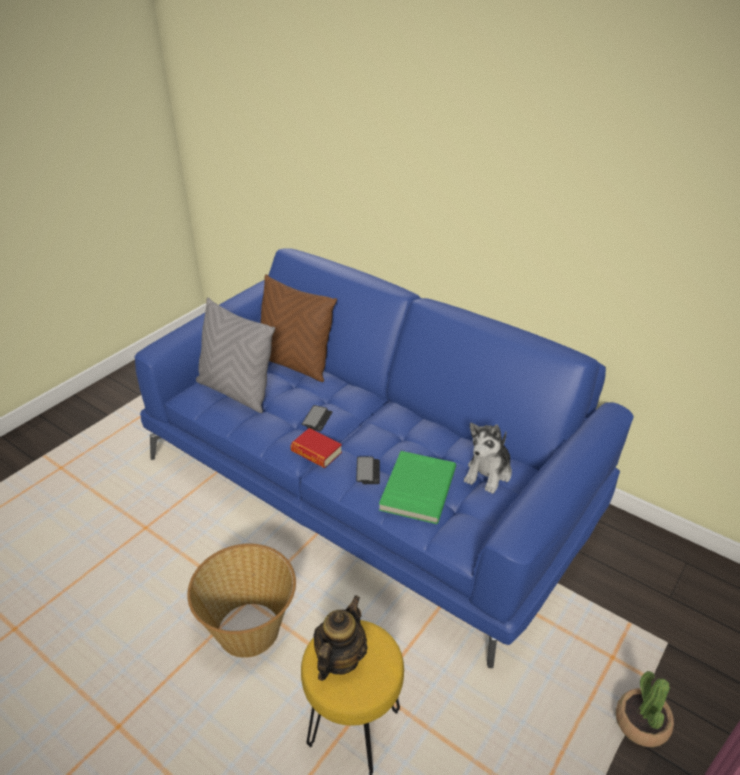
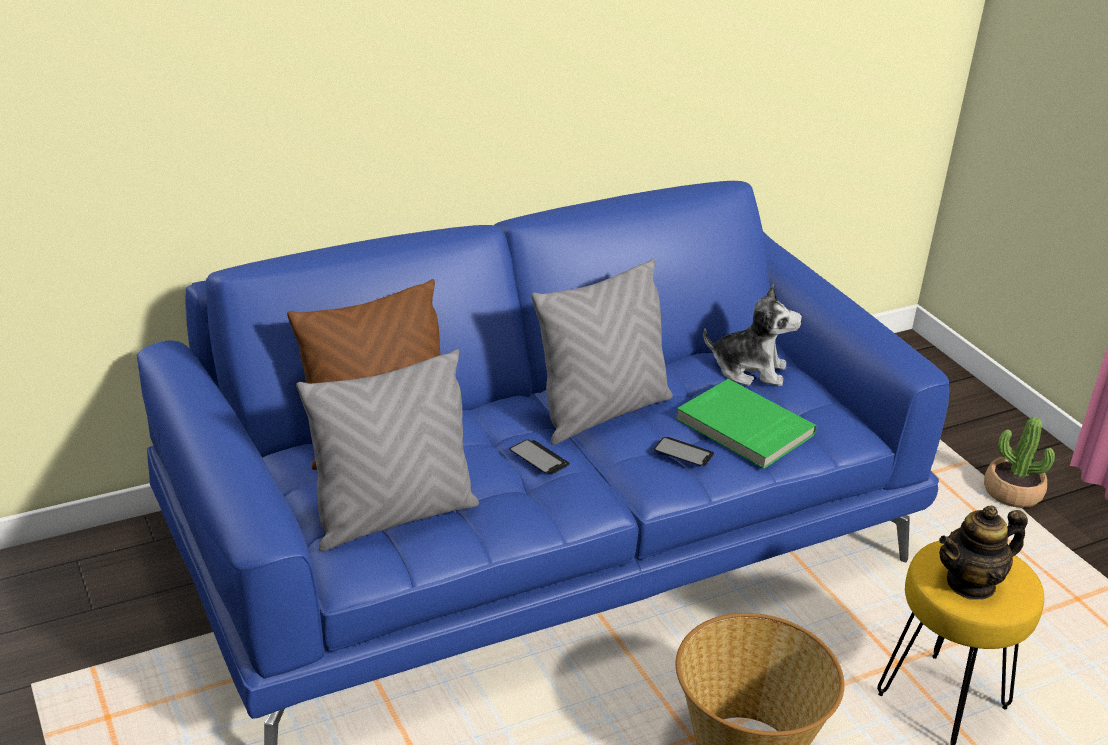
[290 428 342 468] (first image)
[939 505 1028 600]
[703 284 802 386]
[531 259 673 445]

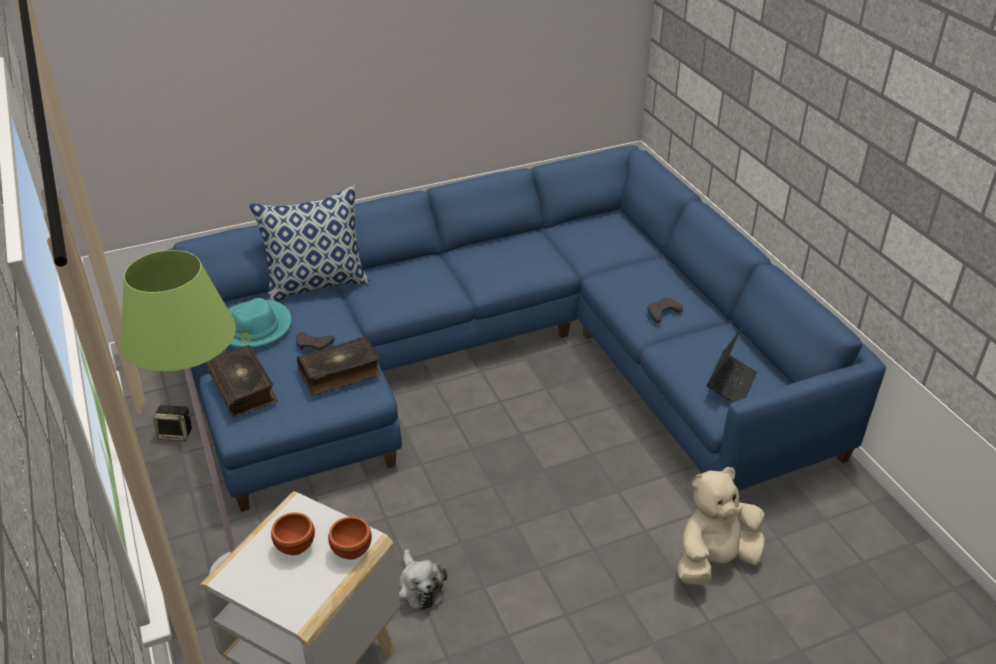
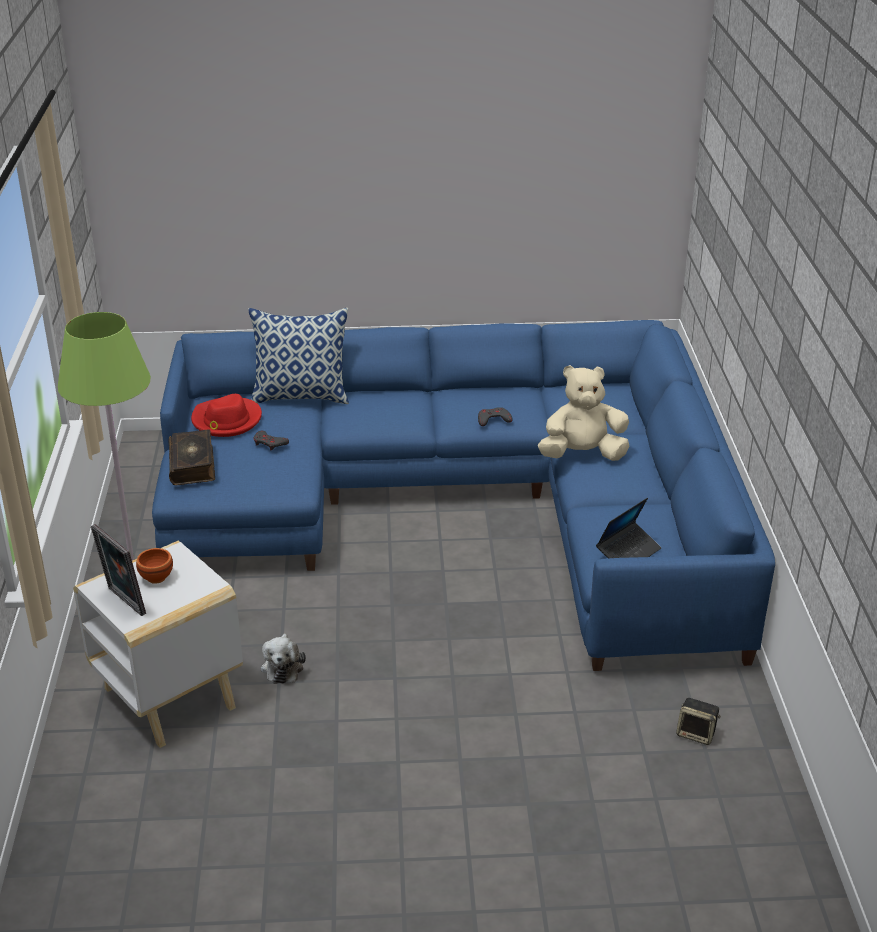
[676 698 721 745]
[191 394 262 437]
[297 337 381 396] (first image)
[328 516 372 560] (first image)
[478 407 512 426]
[538 365 629 461]
[91 524 146 616]

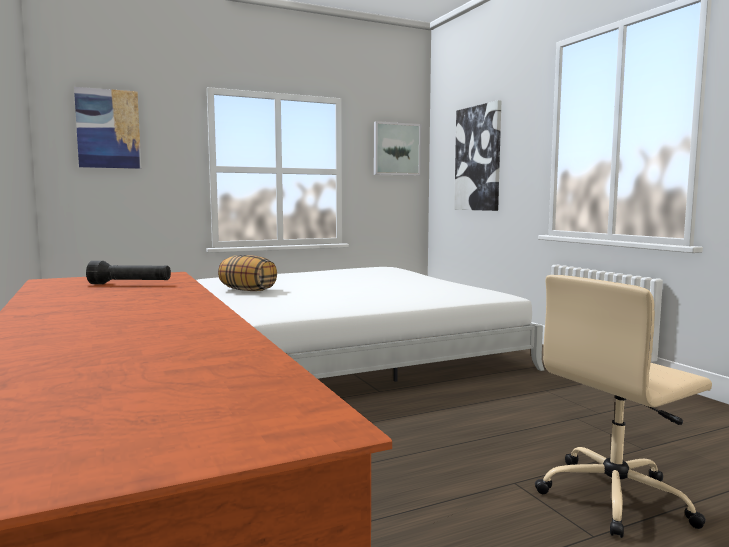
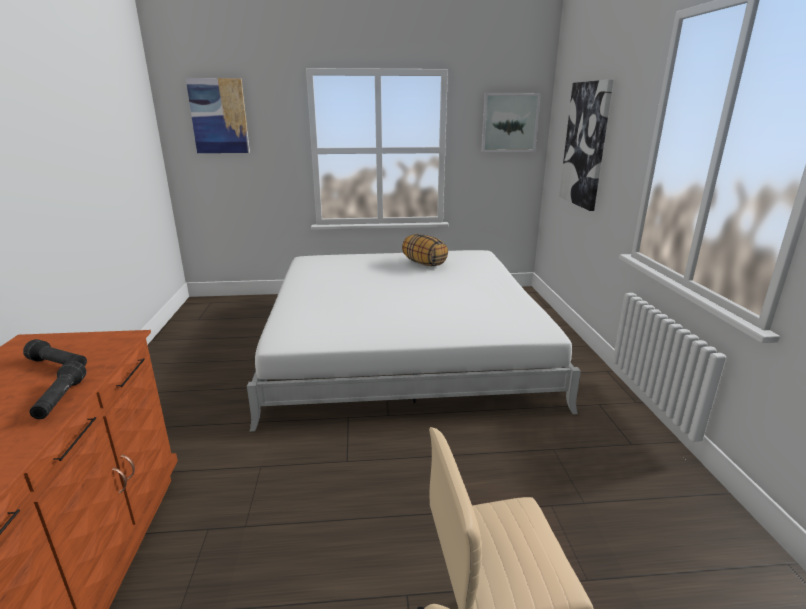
[402 234 448 266]
[29 361 87 419]

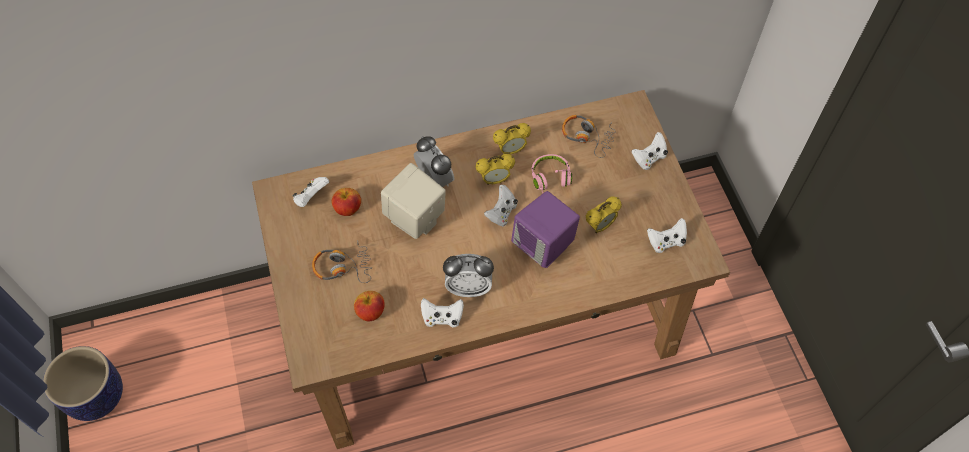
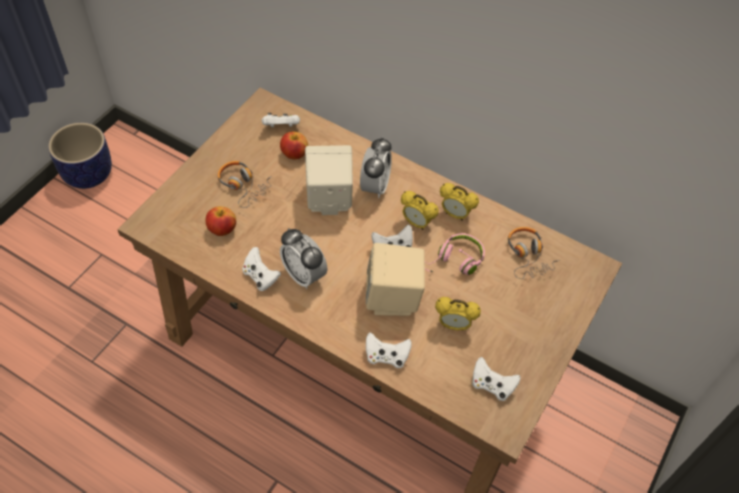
[366 243 425 316]
[366 332 412 368]

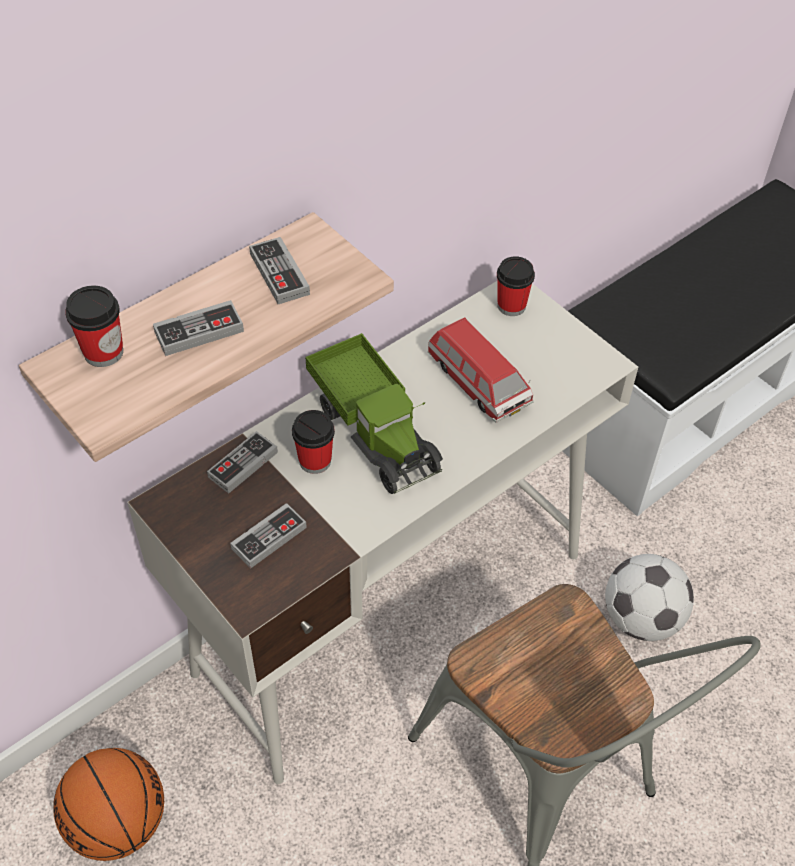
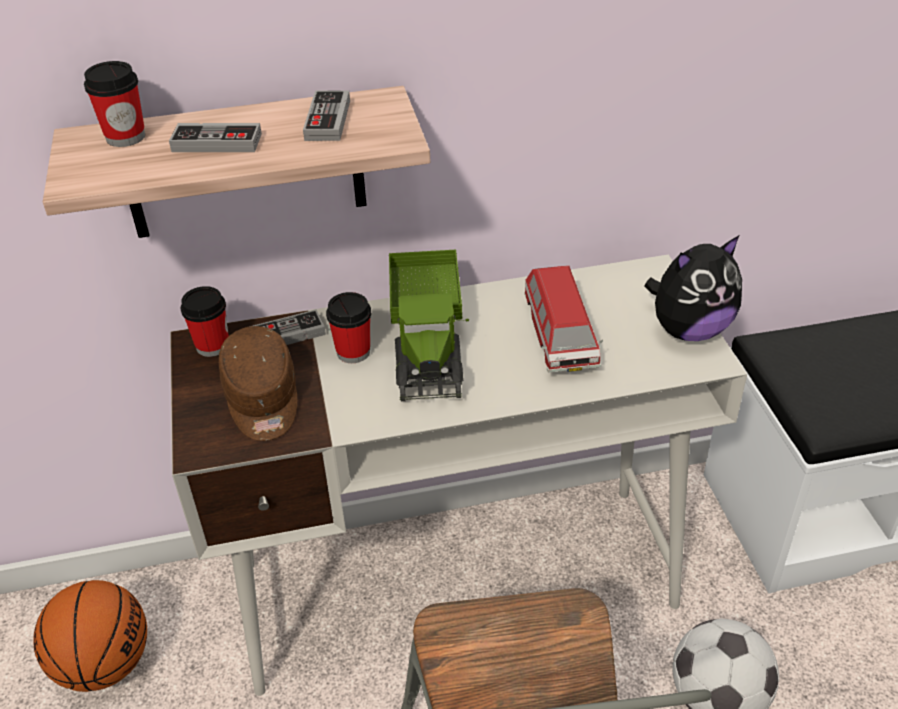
[219 326 297 441]
[181 286 229 357]
[644 235 742 341]

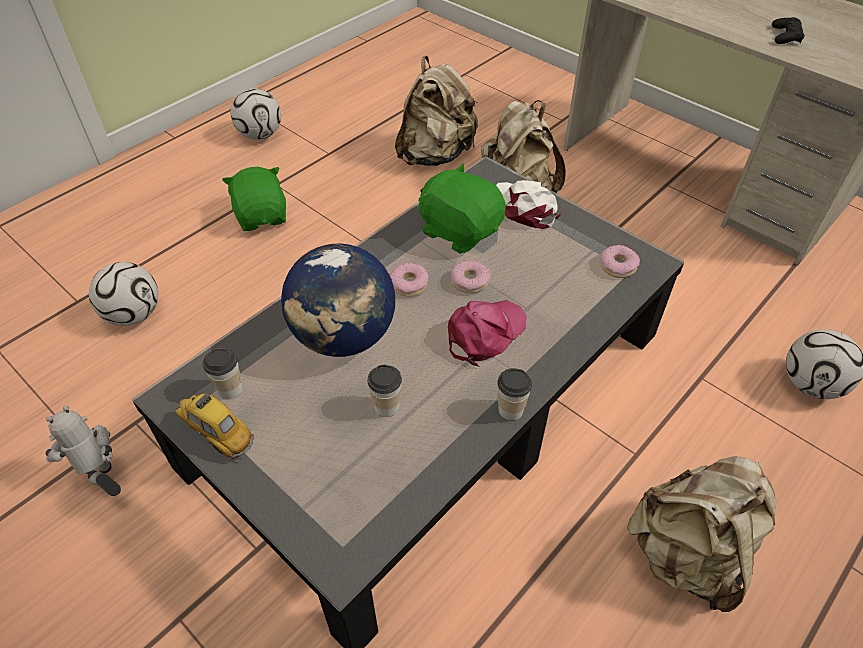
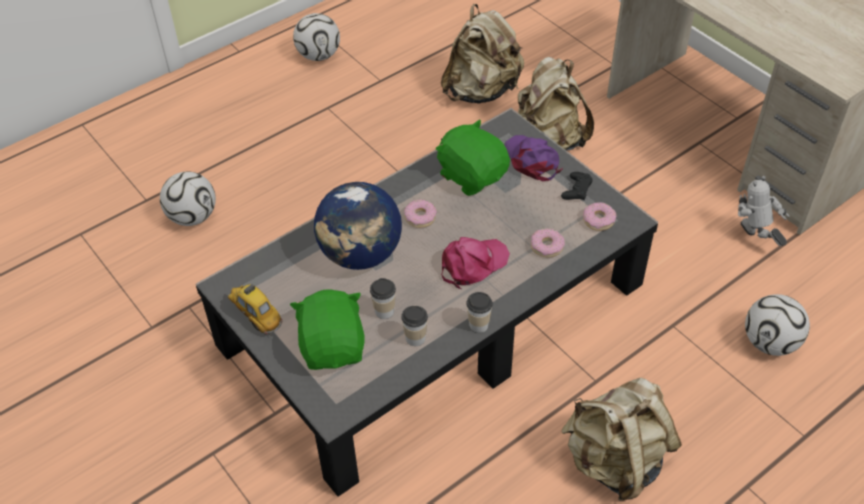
[738 176 790 246]
[401 306 428 346]
[290 289 364 370]
[531 228 565 257]
[504 135 563 181]
[561 172 593 200]

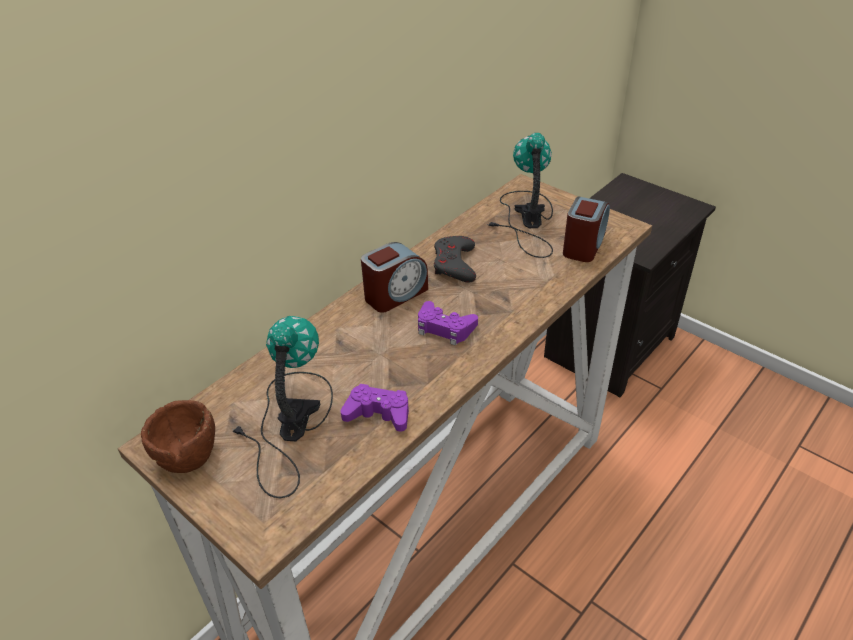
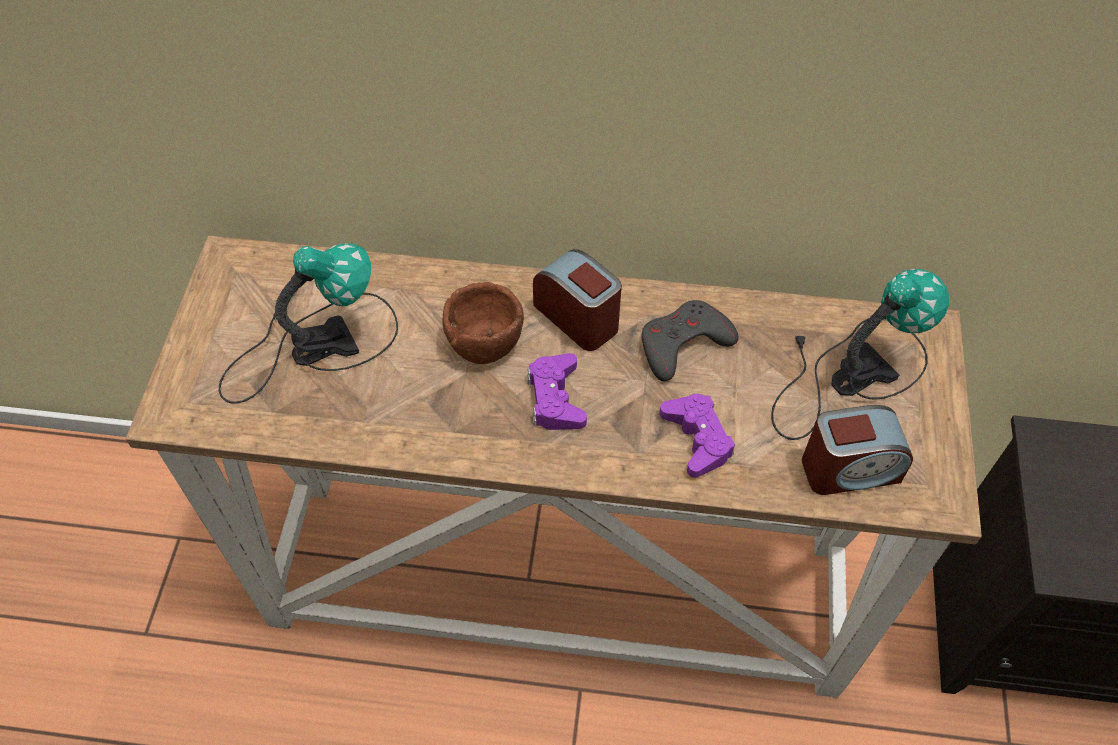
[442 282 524 364]
[659 394 735 478]
[533 249 622 351]

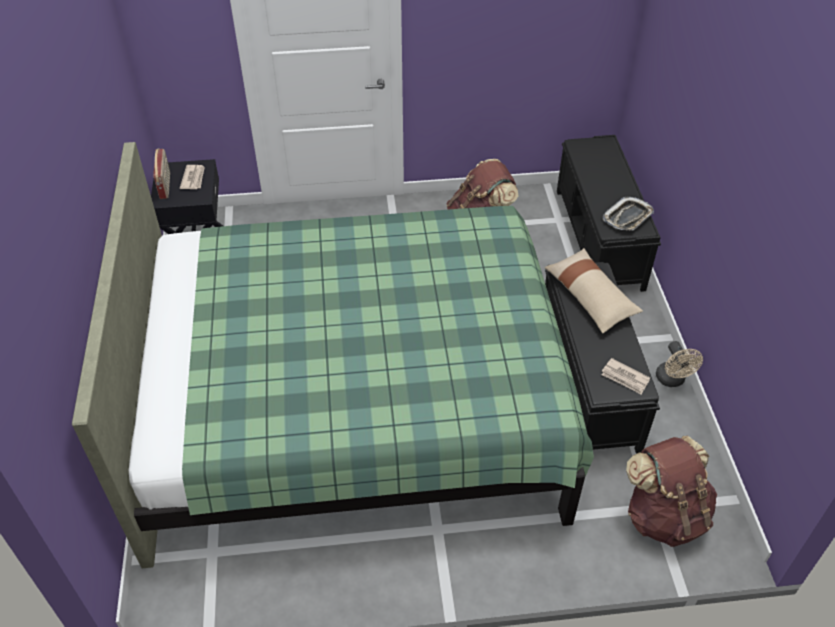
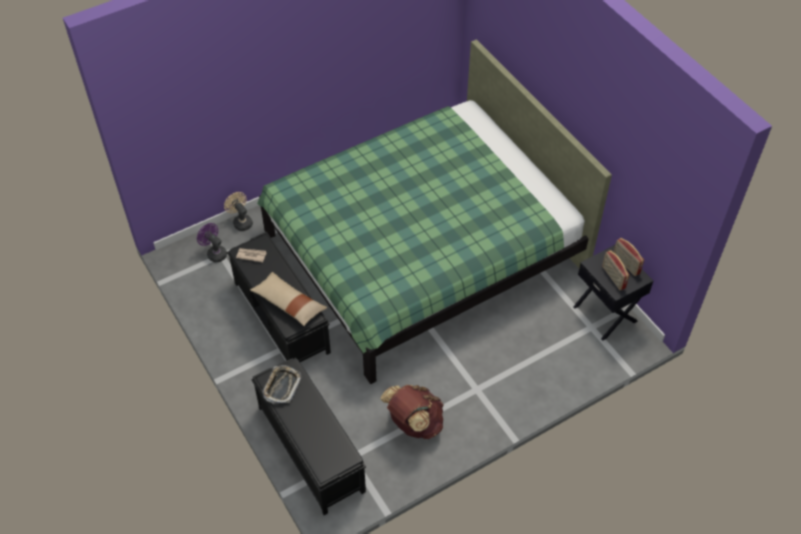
[602 250 630 290]
[197 223 227 262]
[224 192 253 231]

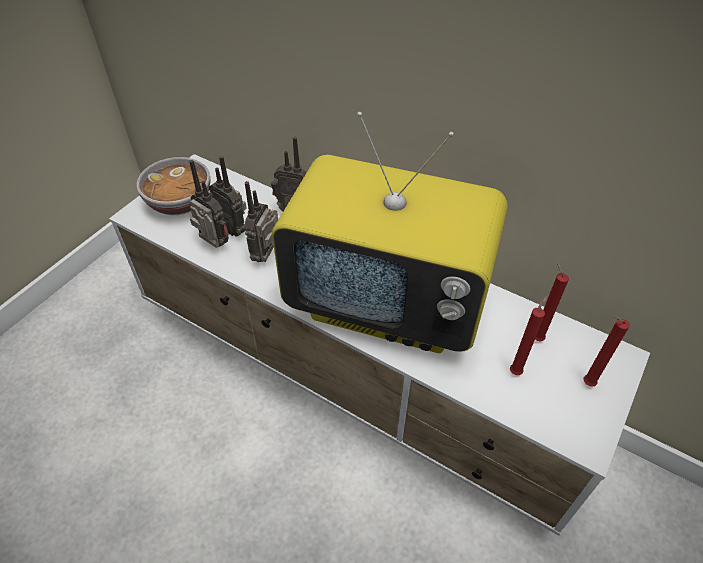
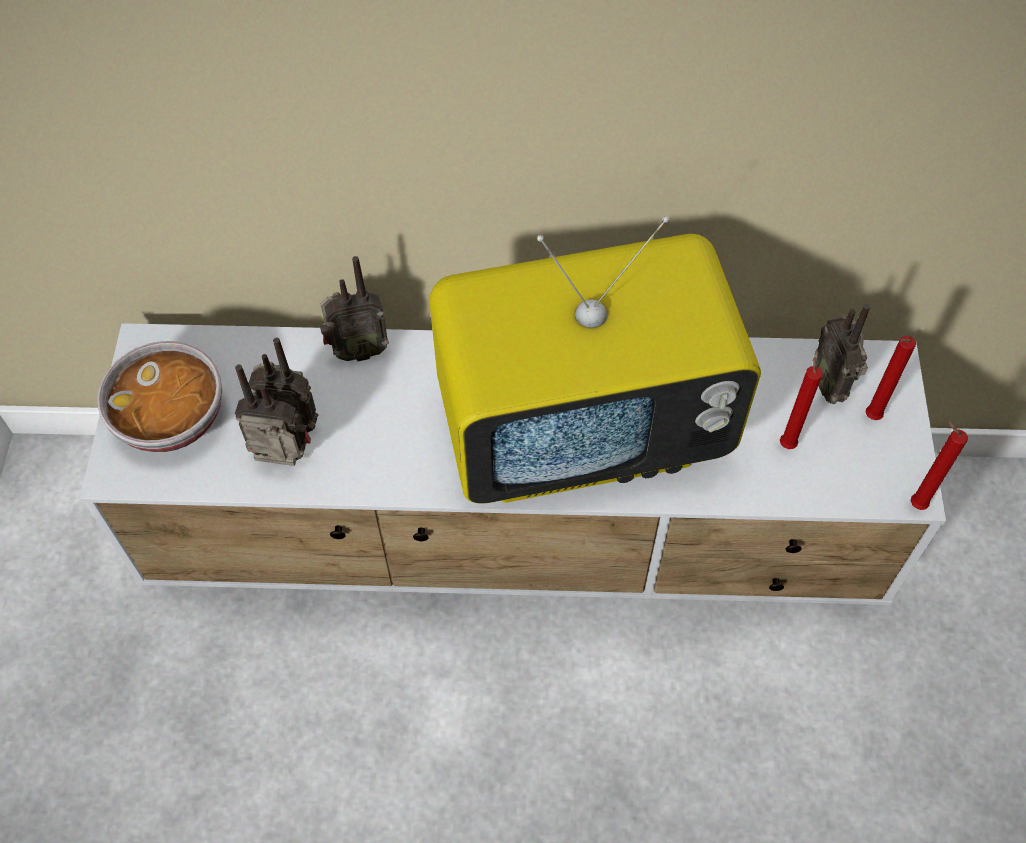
[814 304 870 404]
[911 421 968 510]

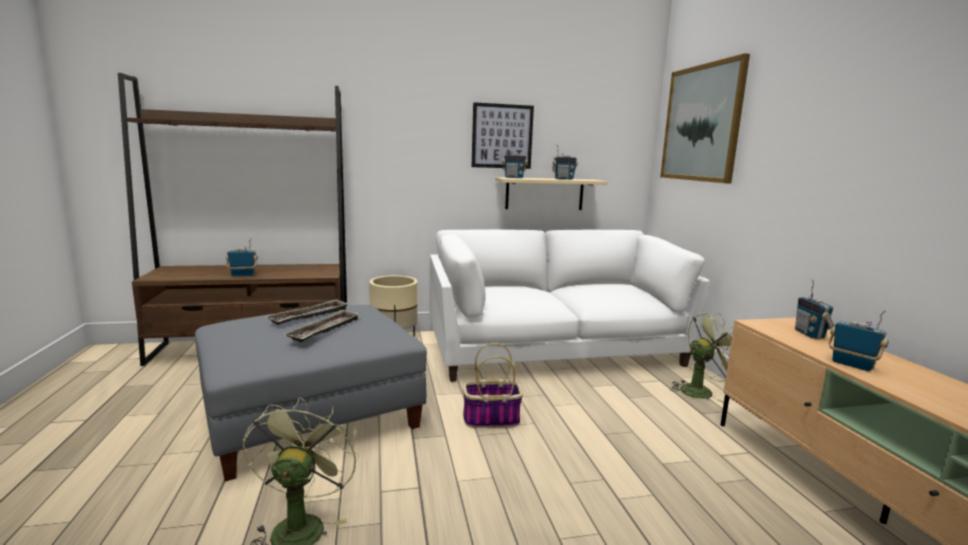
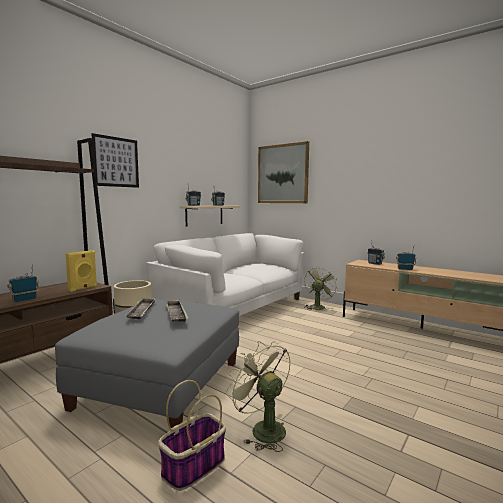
[158 380 226 491]
[91 133 139 188]
[65 250 97 292]

